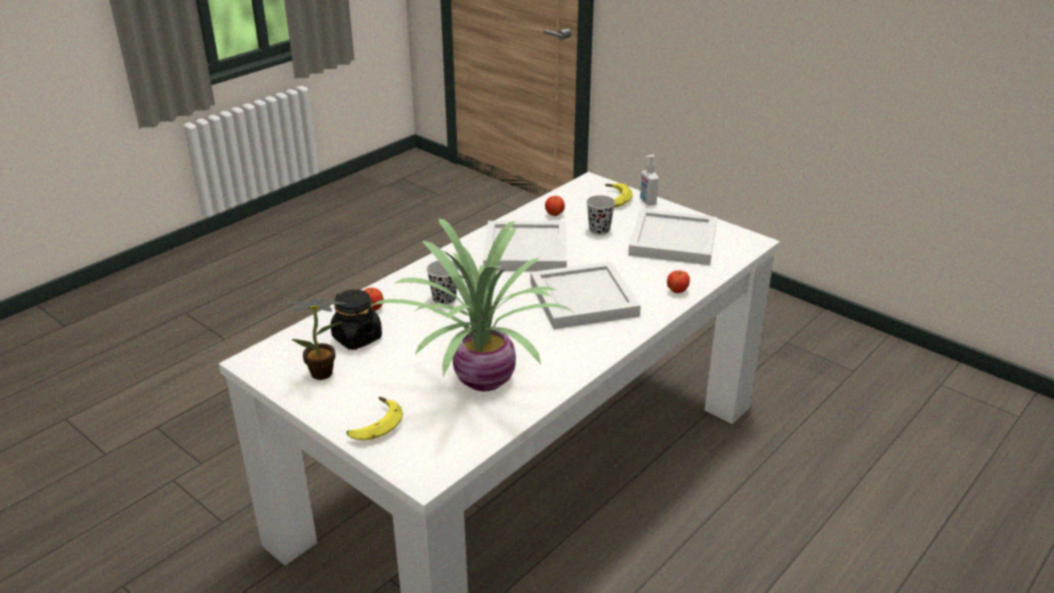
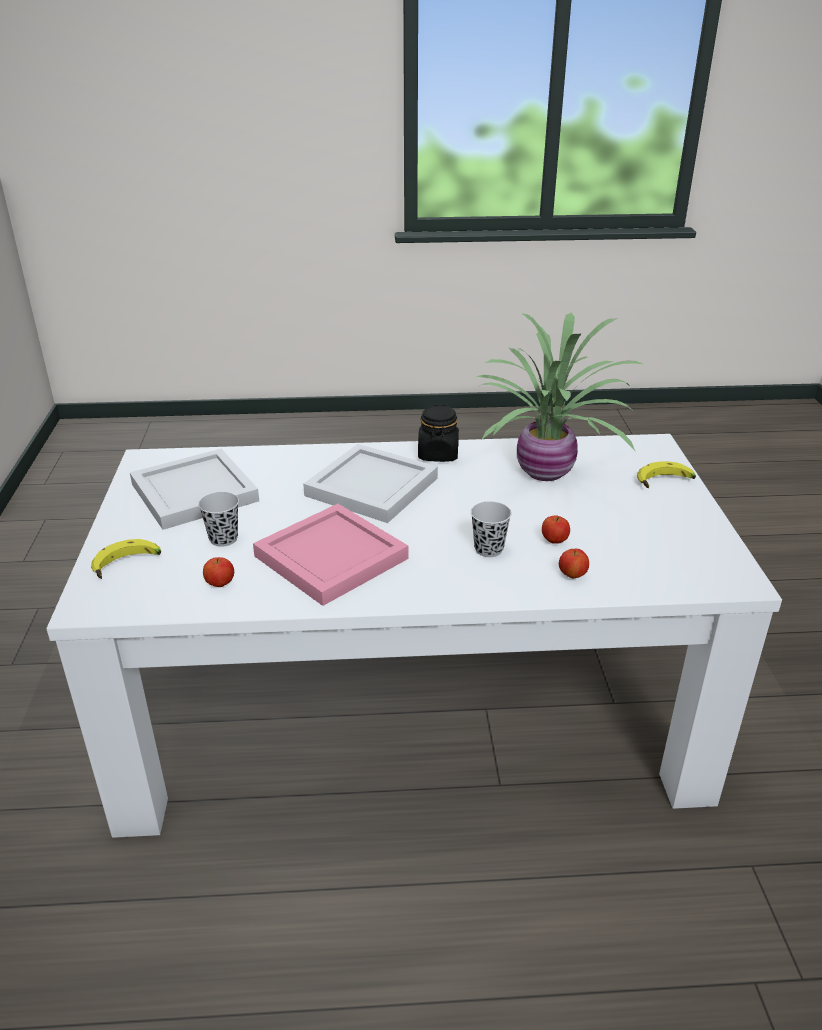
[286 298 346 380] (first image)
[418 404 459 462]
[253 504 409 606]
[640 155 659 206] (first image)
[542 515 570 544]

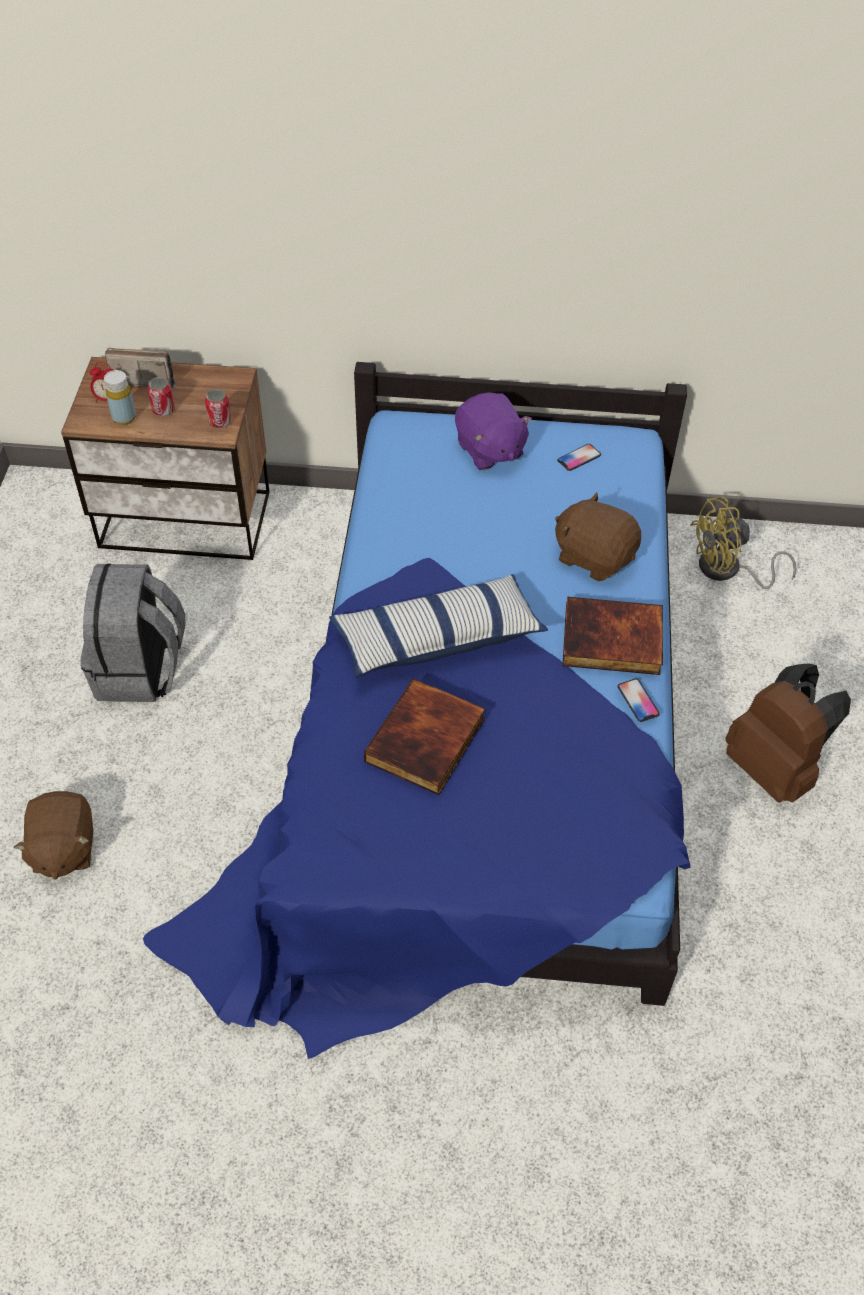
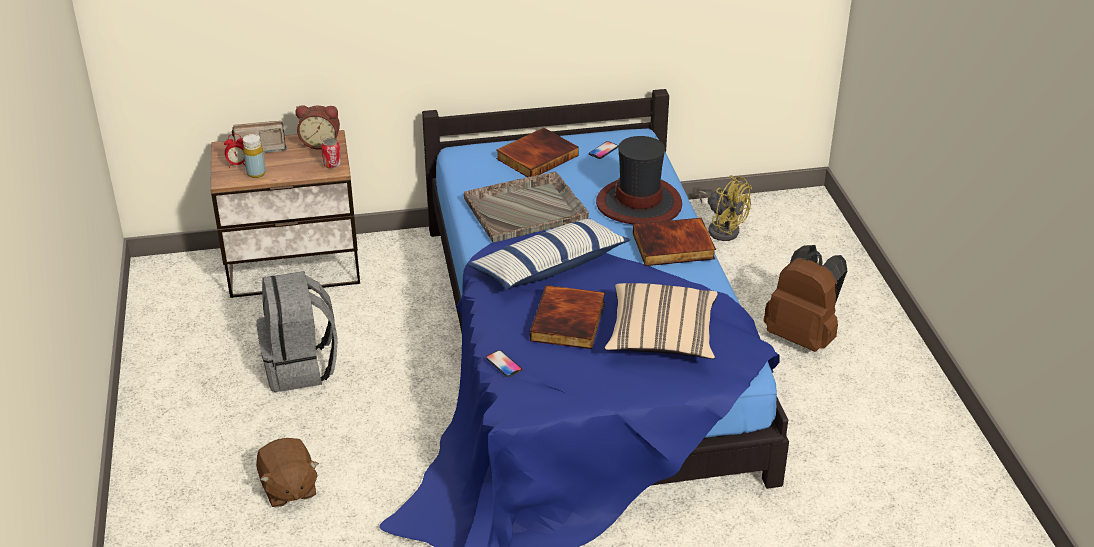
[148 377 175 416] (first image)
[496 128 579 177]
[596 136 682 224]
[486 350 523 377]
[698 175 752 241]
[296 105 340 150]
[464 171 589 242]
[605 283 718 359]

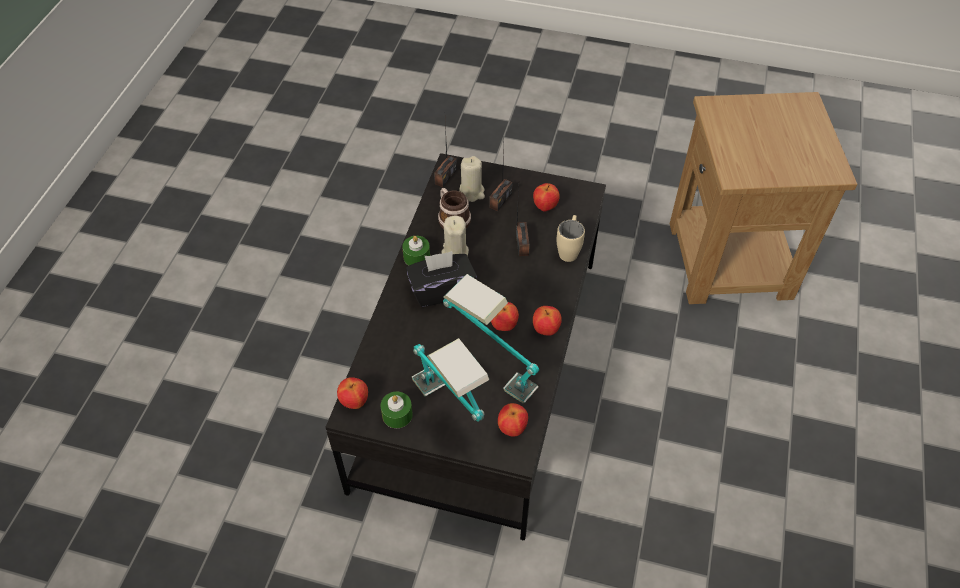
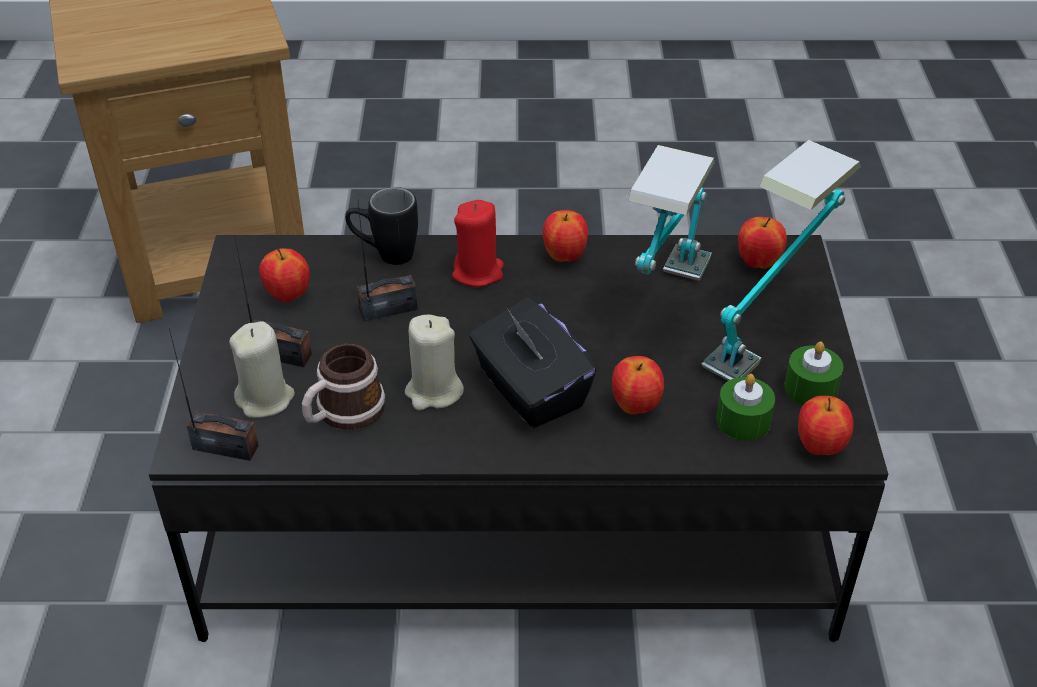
[716 374 775 441]
[612 356 664 414]
[345 187 418 265]
[452 200 504 287]

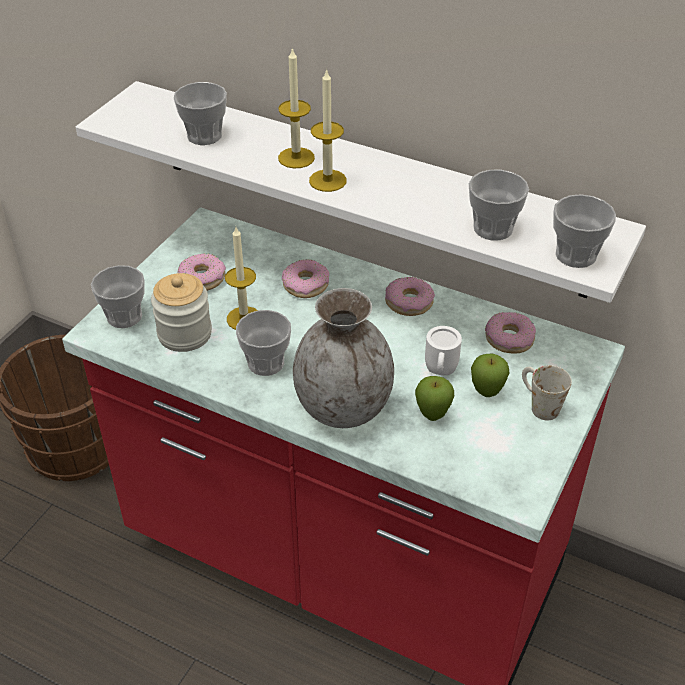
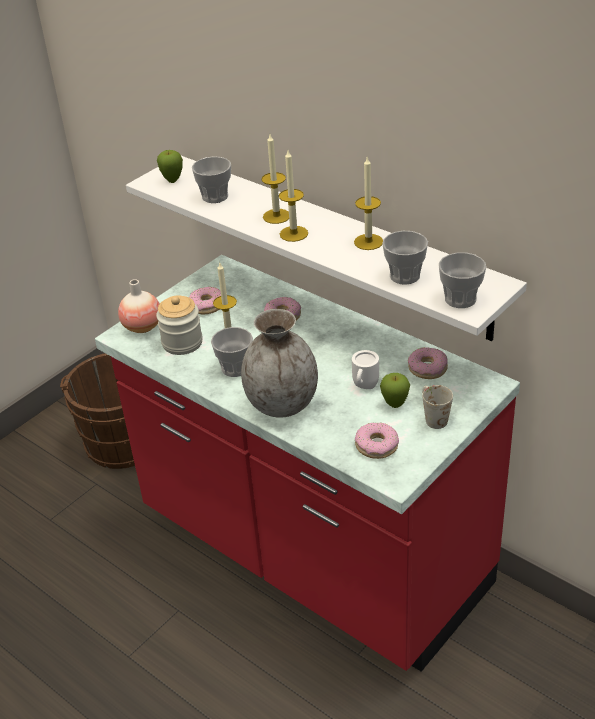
[118 279 160 333]
[355 423 399 459]
[157 150 183 183]
[354 157 383 250]

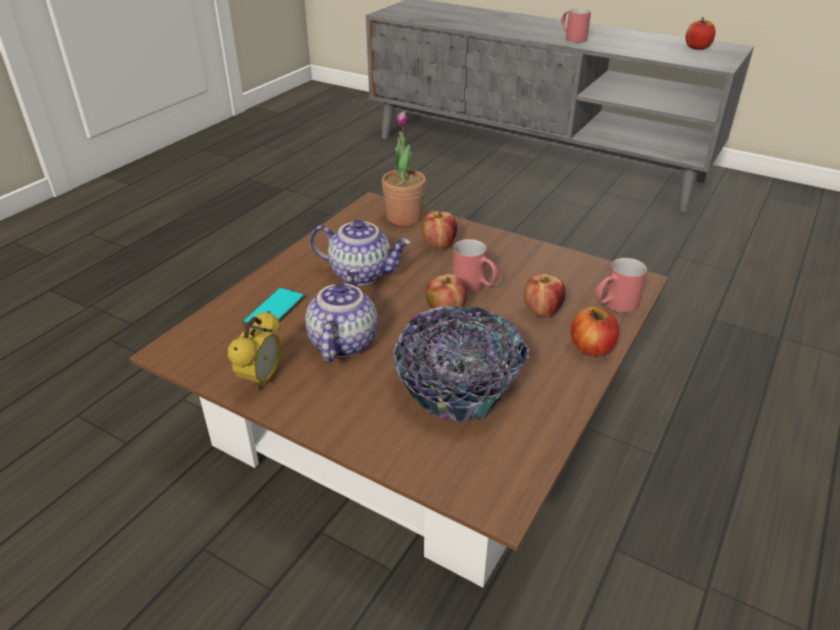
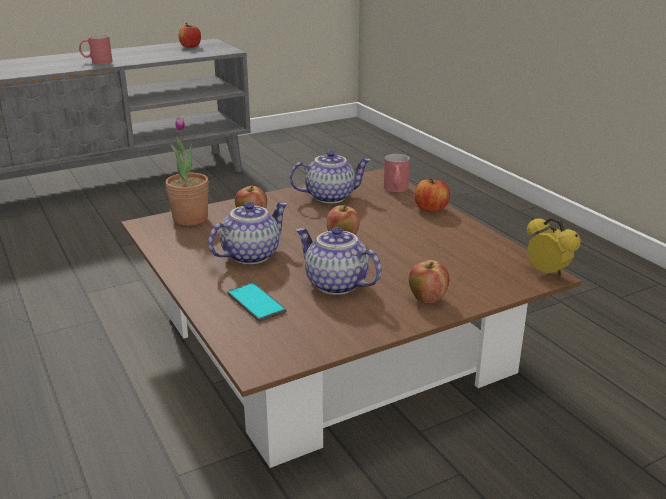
[527 217 581 277]
[392 306 529 423] (first image)
[452 239 499 292] (first image)
[409 260 449 303]
[289 150 371 203]

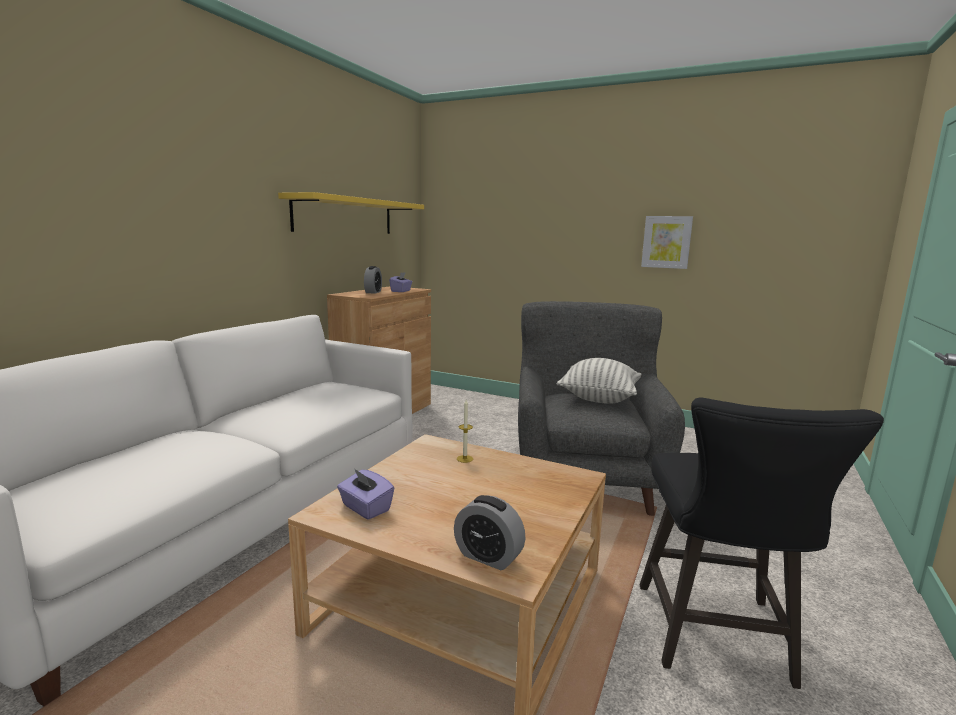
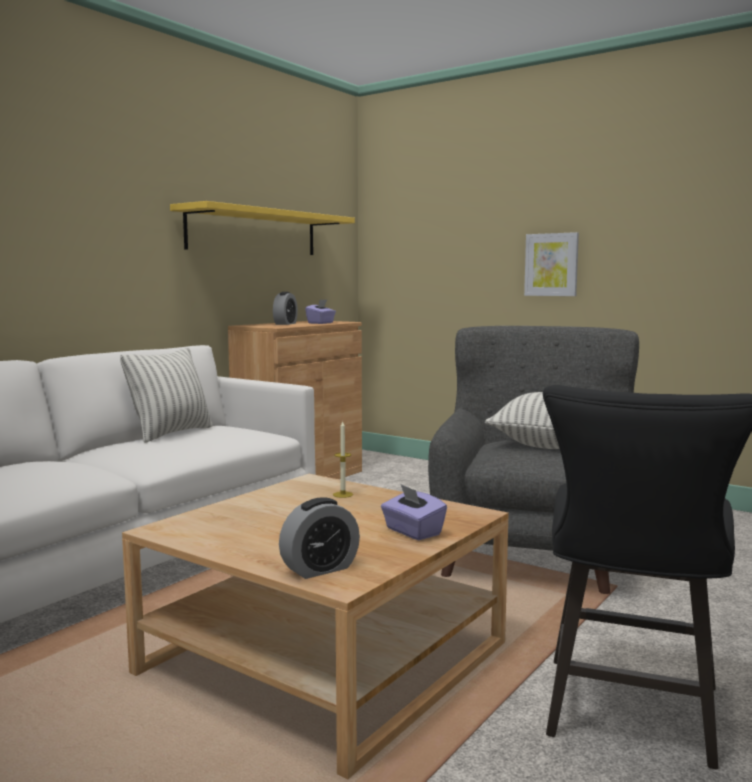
[381 484 447 540]
[279 497 360 579]
[524 232 579 296]
[120 348 213 443]

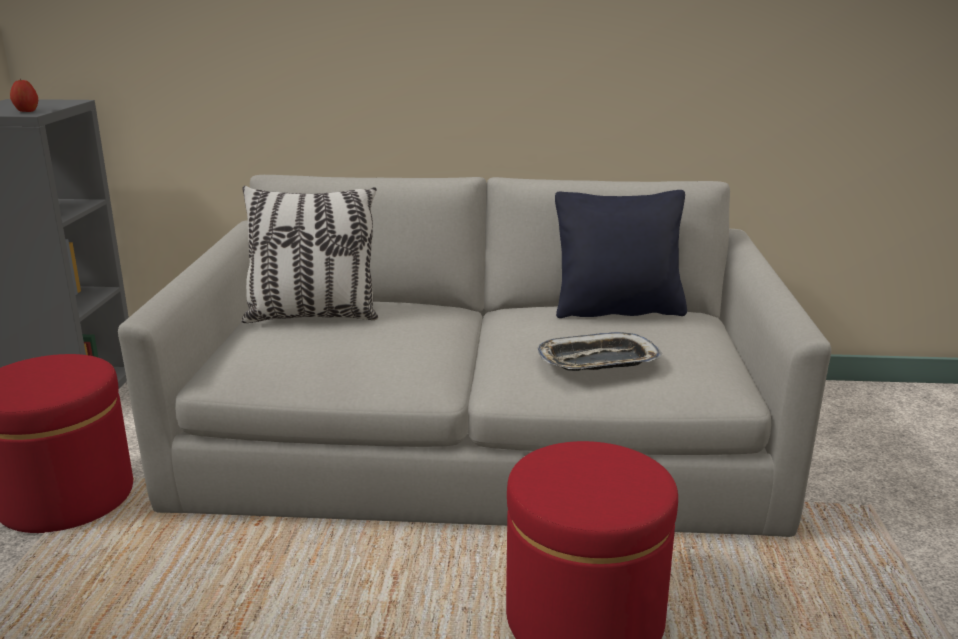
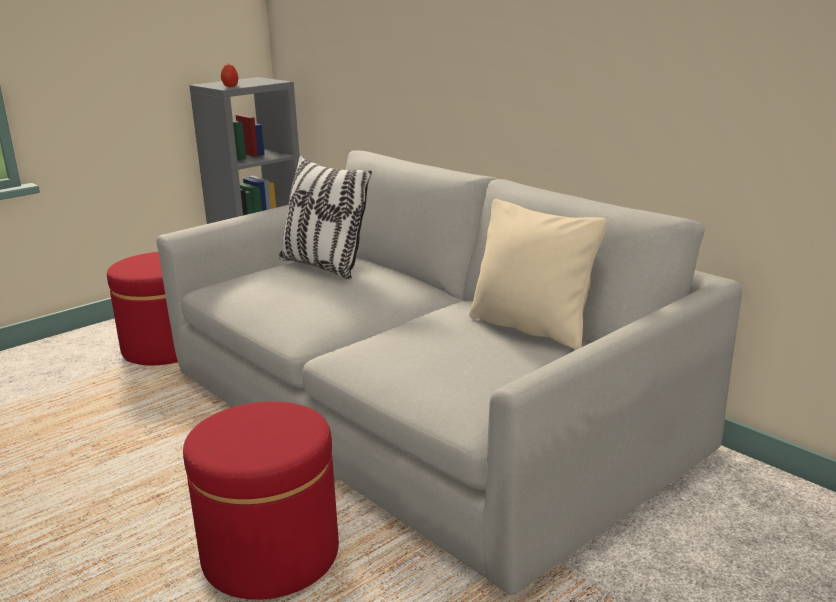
[538 332 662 371] (first image)
[469 199 607 350]

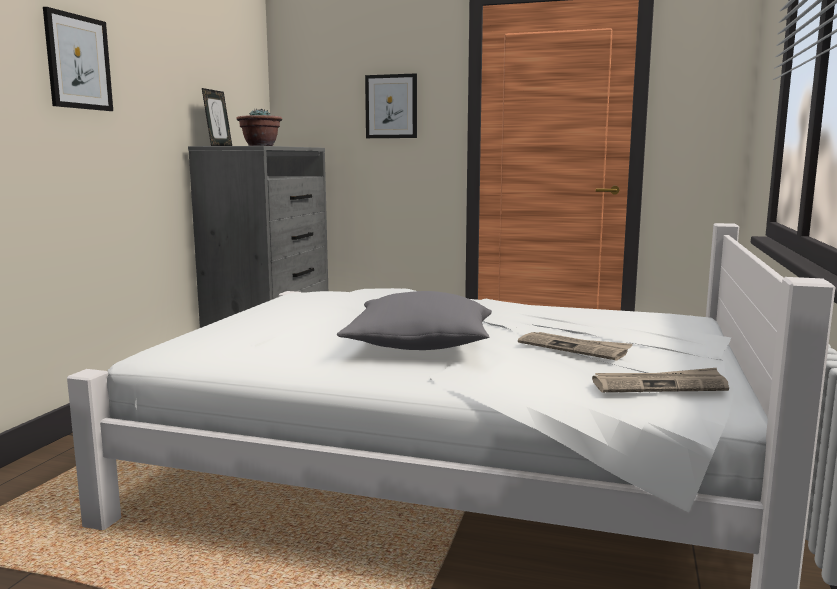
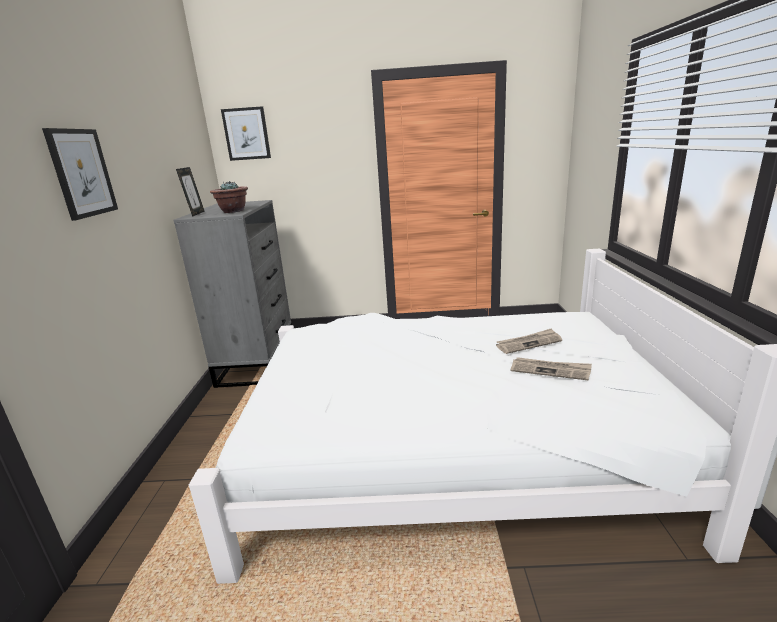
[337 291 492 350] (first image)
[221 106 271 161]
[496 328 562 354]

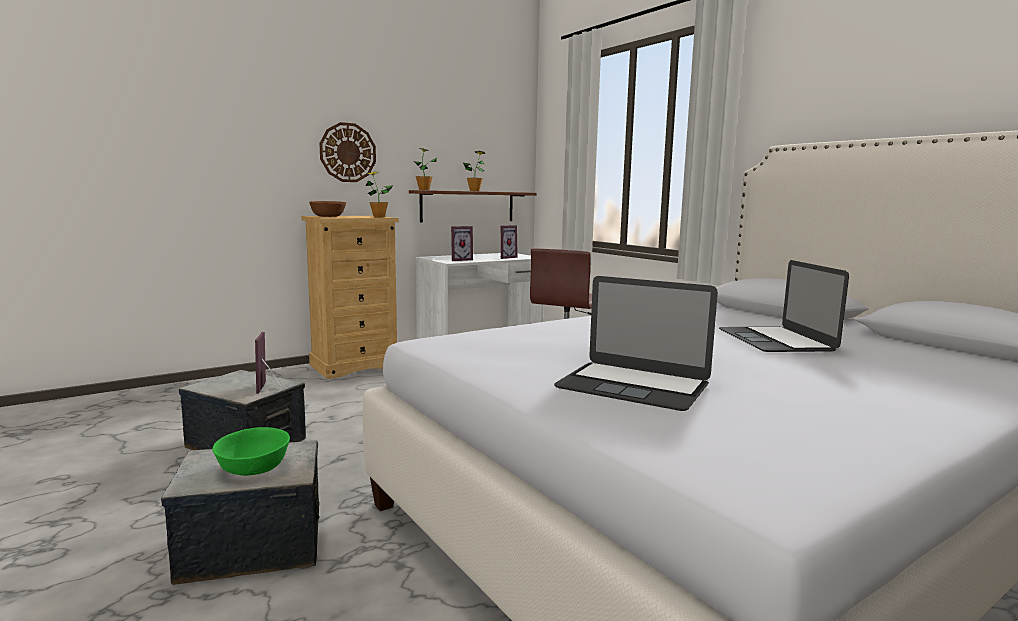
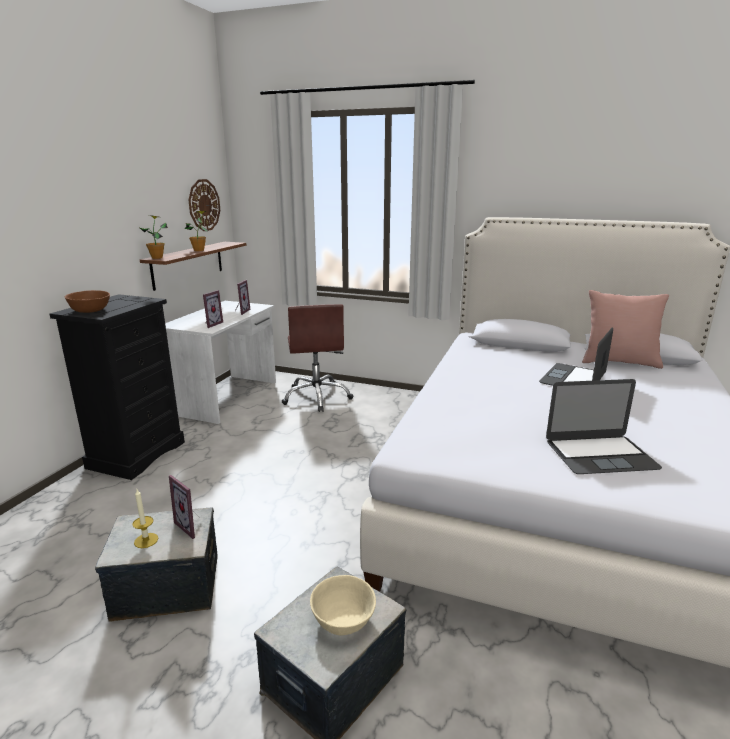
[310 575 376 635]
[50 294 185 480]
[188 179 220 231]
[366 172 393 218] (first image)
[539 328 613 386]
[132 489 158 548]
[582 290 669 369]

